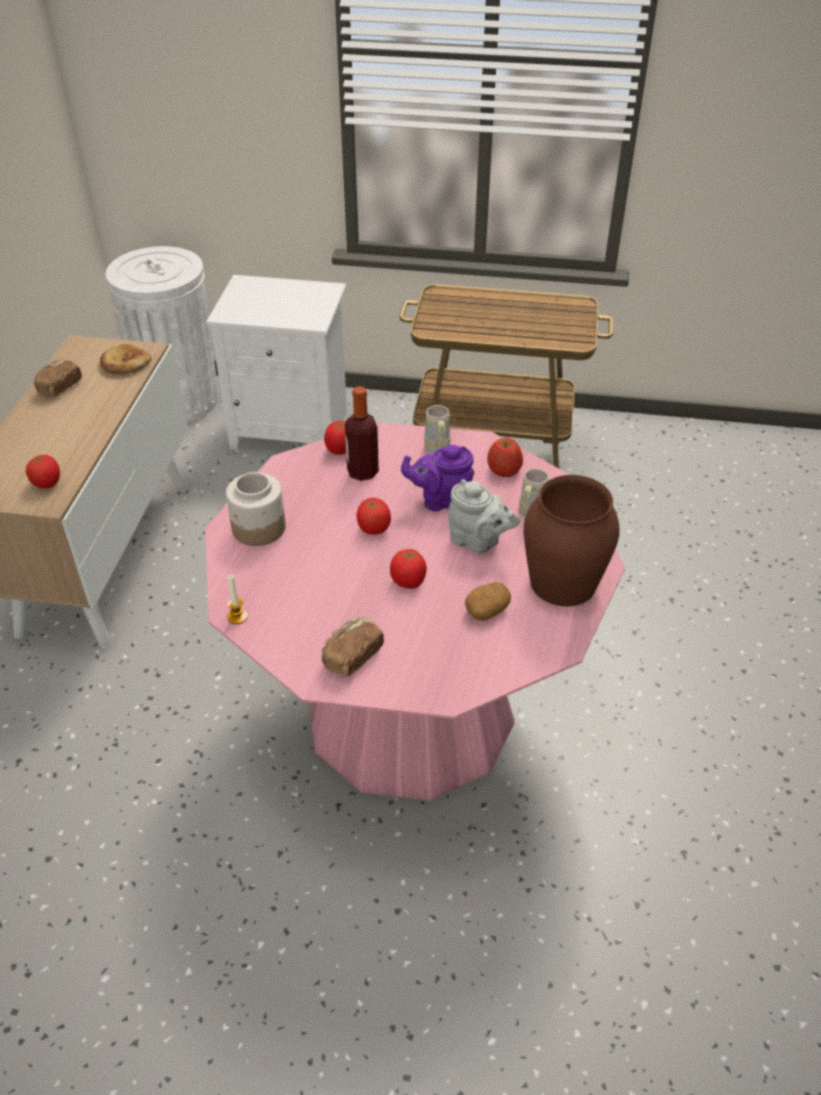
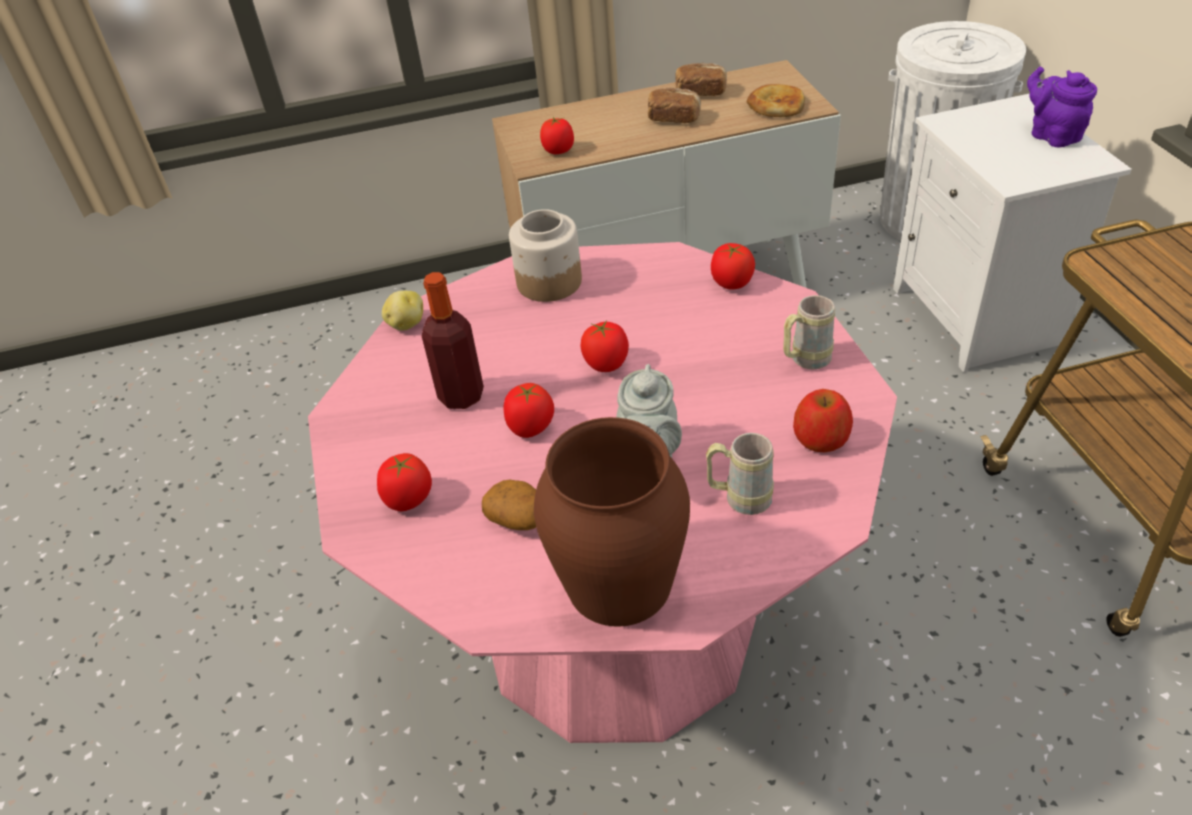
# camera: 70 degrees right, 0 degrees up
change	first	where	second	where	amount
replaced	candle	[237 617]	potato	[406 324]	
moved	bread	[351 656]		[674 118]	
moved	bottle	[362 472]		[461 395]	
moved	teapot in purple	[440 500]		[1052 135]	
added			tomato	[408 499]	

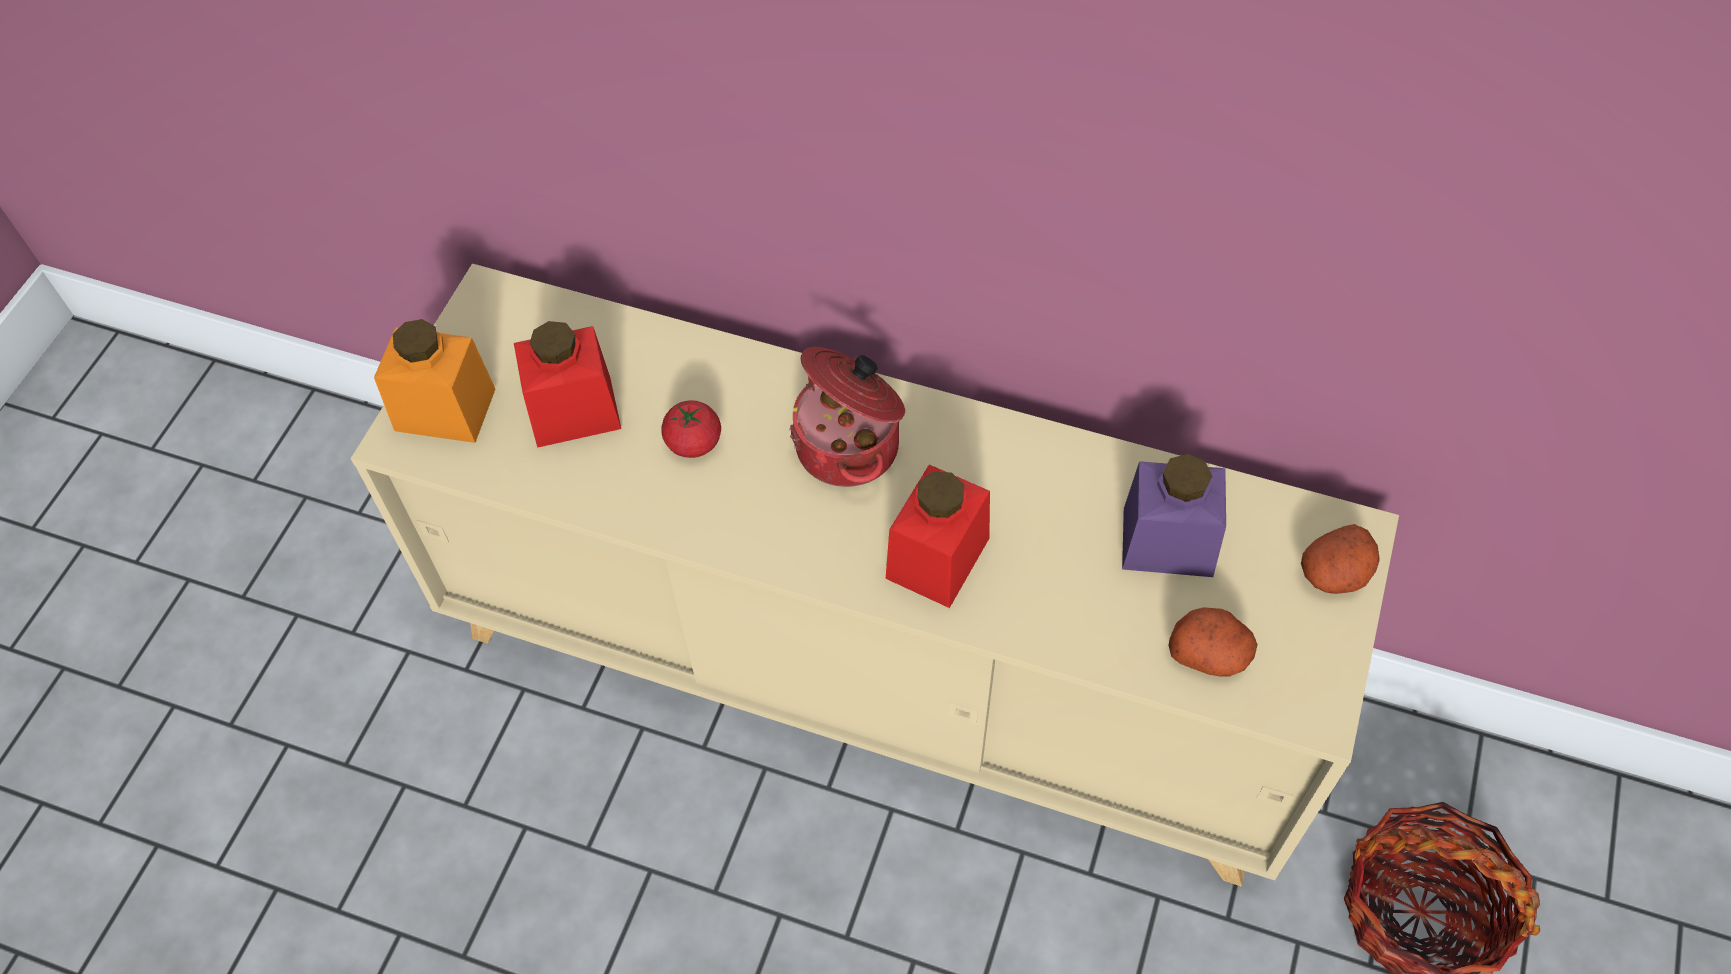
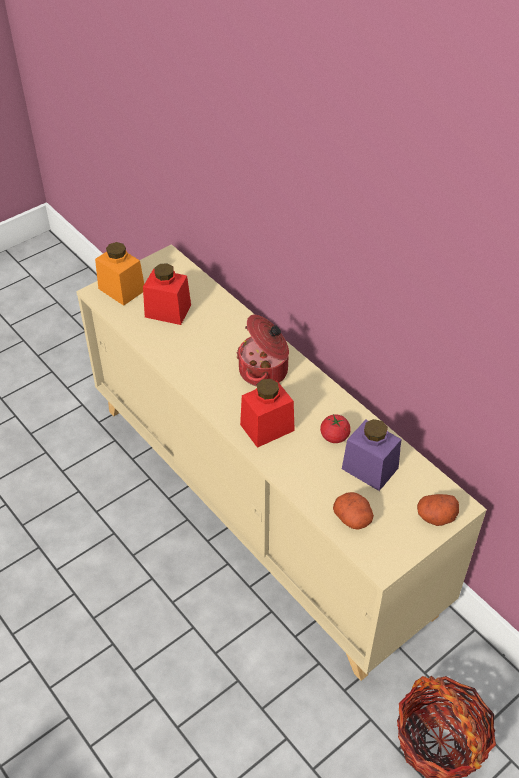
# camera: 30 degrees right, 10 degrees down
change	first	where	second	where	amount
moved	tomato	[694 443]		[334 436]	

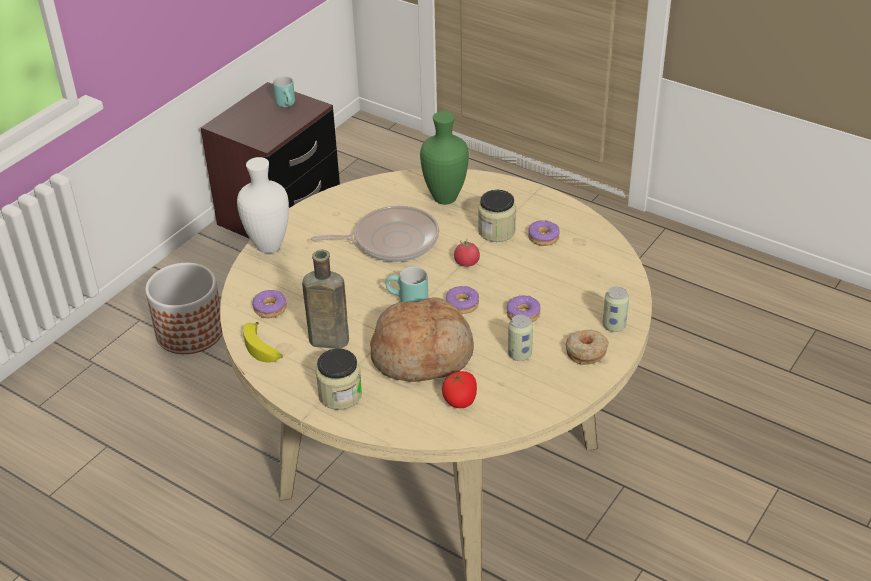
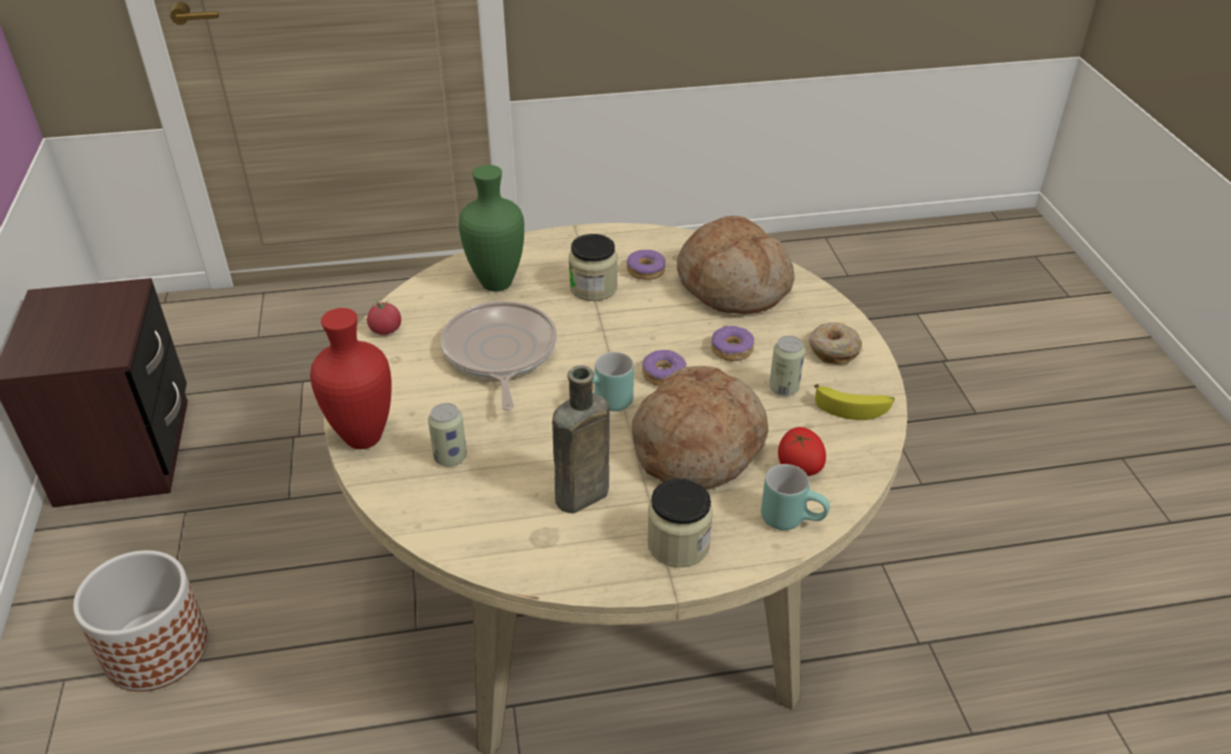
# camera: 45 degrees left, 0 degrees up
change	first	where	second	where	amount
recoloured	vase in white	[268 246]	vase in red	[361 437]	
moved	banana	[263 349]		[853 407]	
removed	donut	[270 309]			
moved	mug in turquoise	[288 105]		[792 518]	
turned	frying pan	[391 241]		[499 354]	45 degrees counterclockwise
moved	tomato	[466 263]		[386 330]	
moved	can	[614 326]		[450 457]	
added			bread	[733 285]	

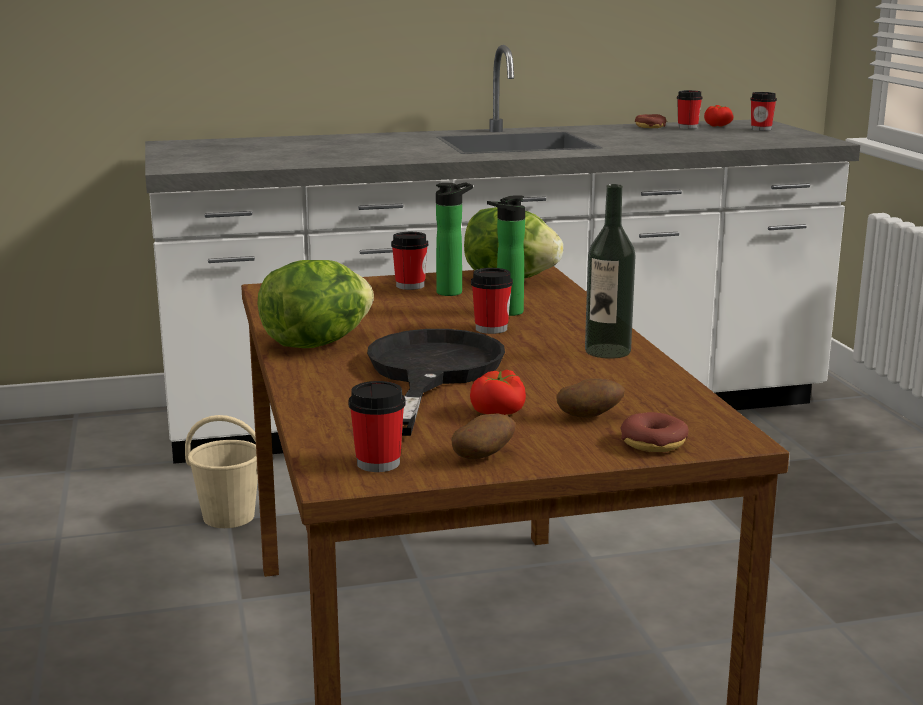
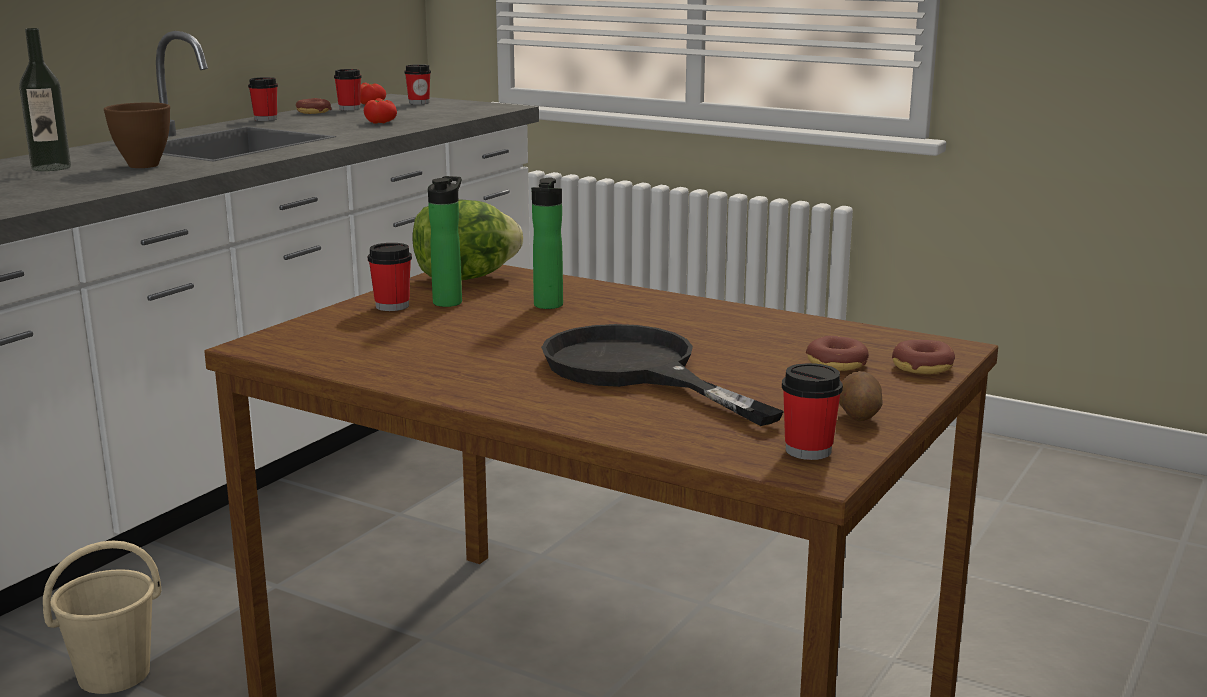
# camera: 45 degrees left, 0 degrees up
change	first	where	second	where	amount
removed	lettuce	[316 343]			
moved	tomato	[499 412]		[381 122]	
moved	cup	[491 328]		[266 119]	
replaced	potato	[589 417]	donut	[836 364]	
moved	bottle	[607 351]		[51 168]	
added			bowl in brown	[142 165]	

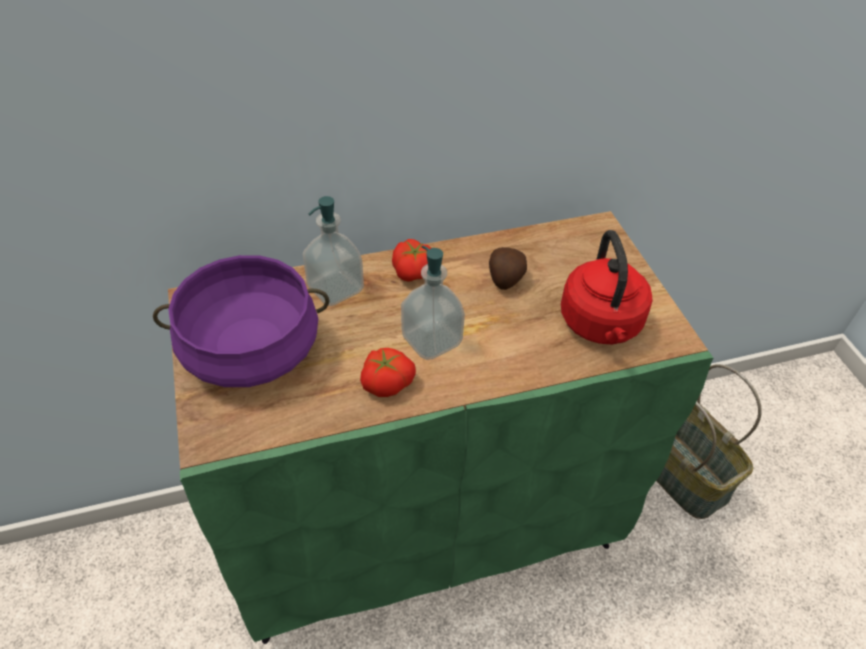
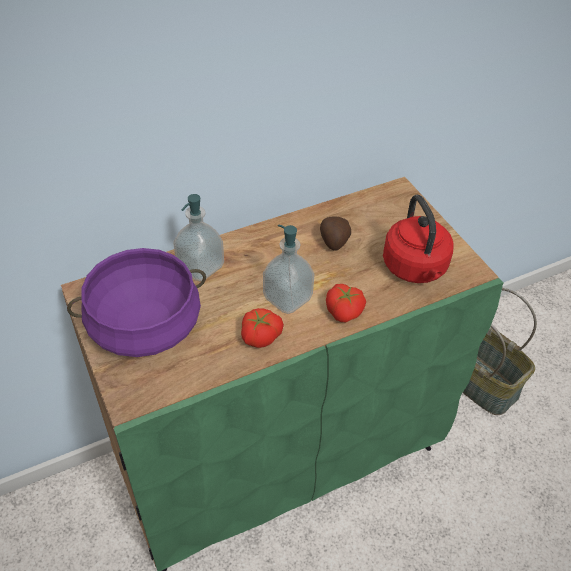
# camera: 10 degrees left, 0 degrees up
change	first	where	second	where	amount
moved	tomato	[414 271]		[345 311]	

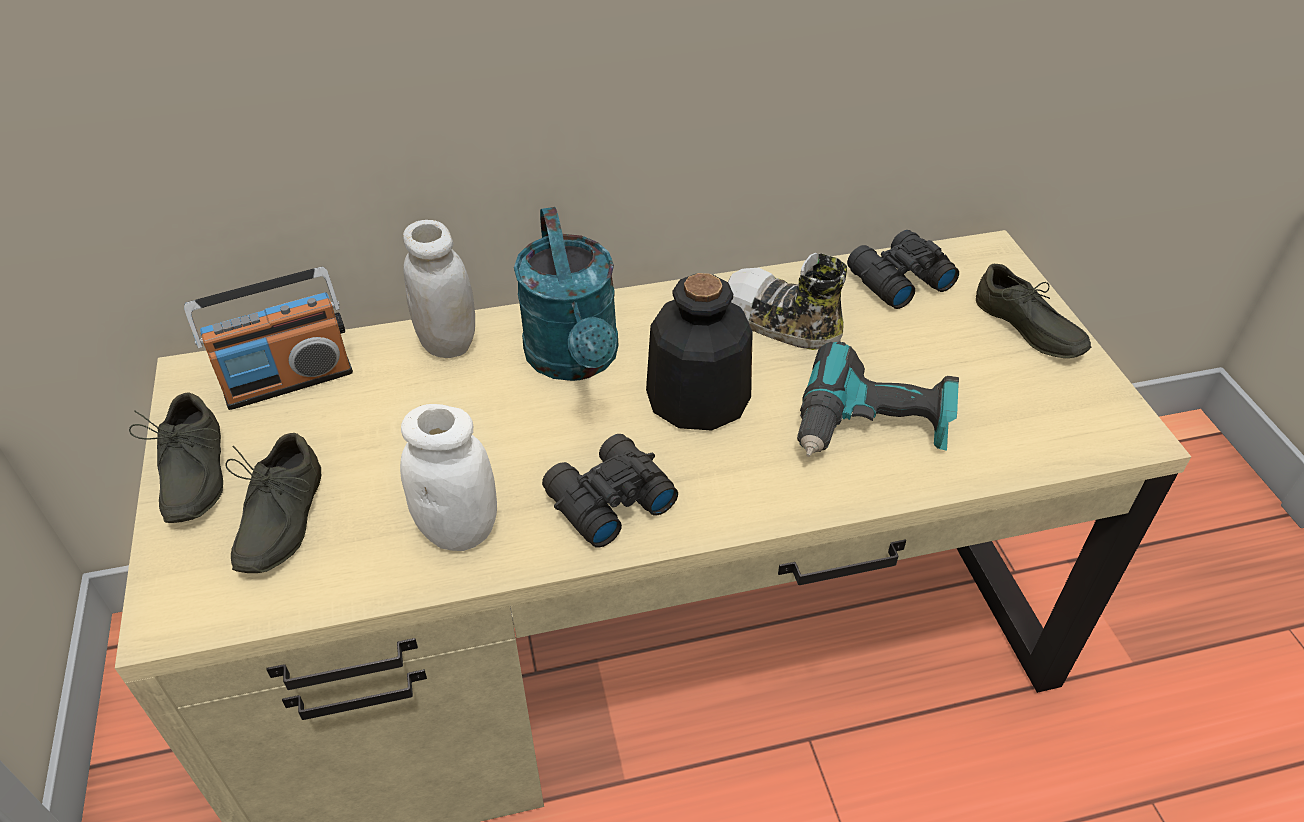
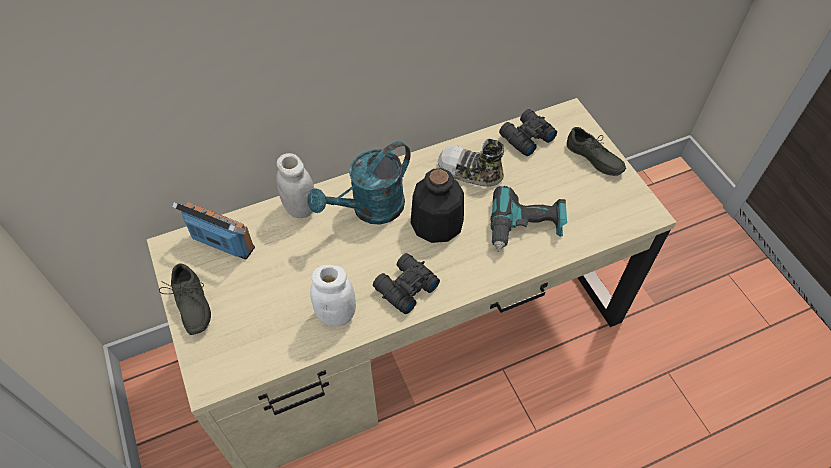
# camera: 10 degrees left, 10 degrees up
change	first	where	second	where	amount
turned	radio	[288 380]		[222 243]	120 degrees counterclockwise
removed	shoe in grey	[276 519]			
turned	watering can in turquoise	[576 361]		[370 210]	75 degrees clockwise

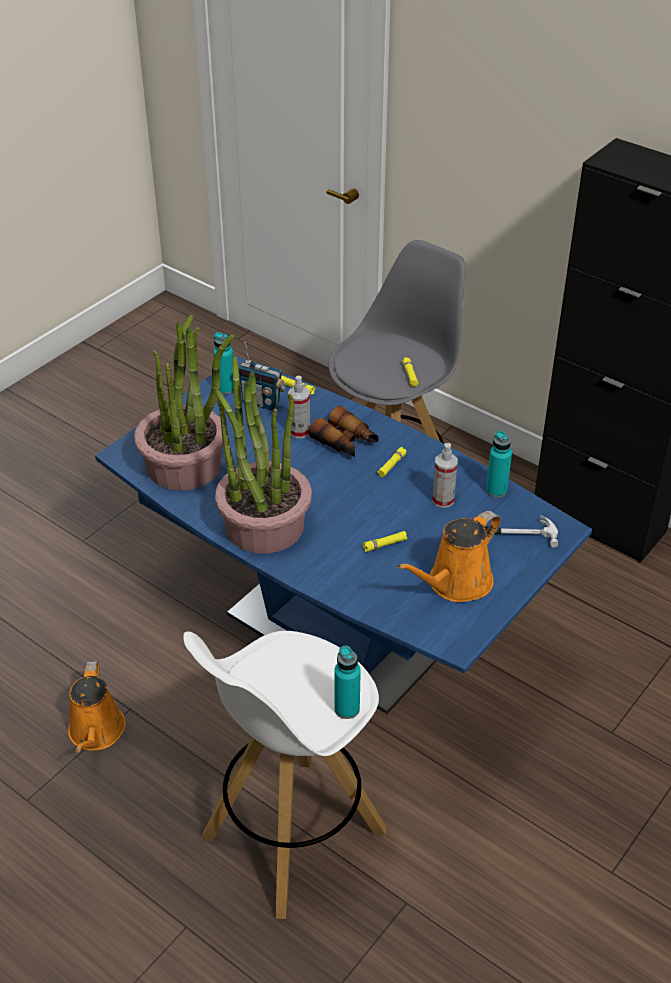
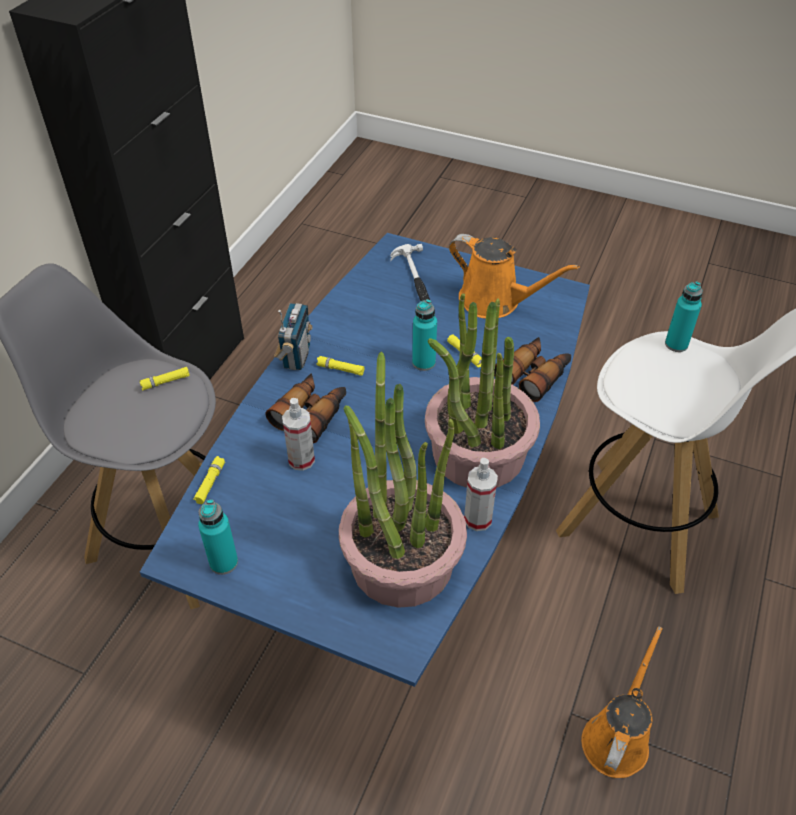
# camera: 105 degrees left, 5 degrees up
change	first	where	second	where	amount
turned	watering can in orange	[96 733]		[617 737]	45 degrees counterclockwise
moved	radio	[261 402]		[296 356]	
moved	spray bottle	[443 500]		[478 519]	
moved	bottle in turquoise	[496 490]		[423 362]	
added			binoculars	[534 374]	

